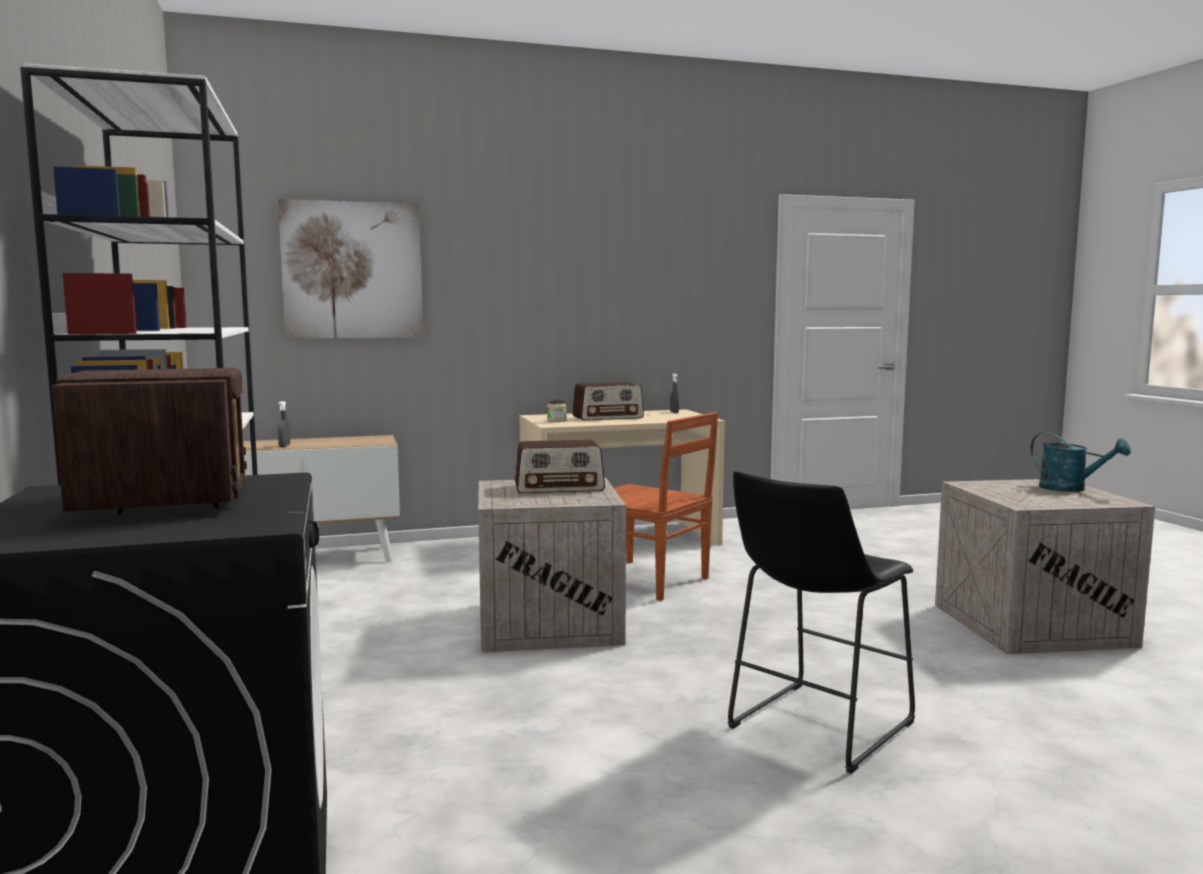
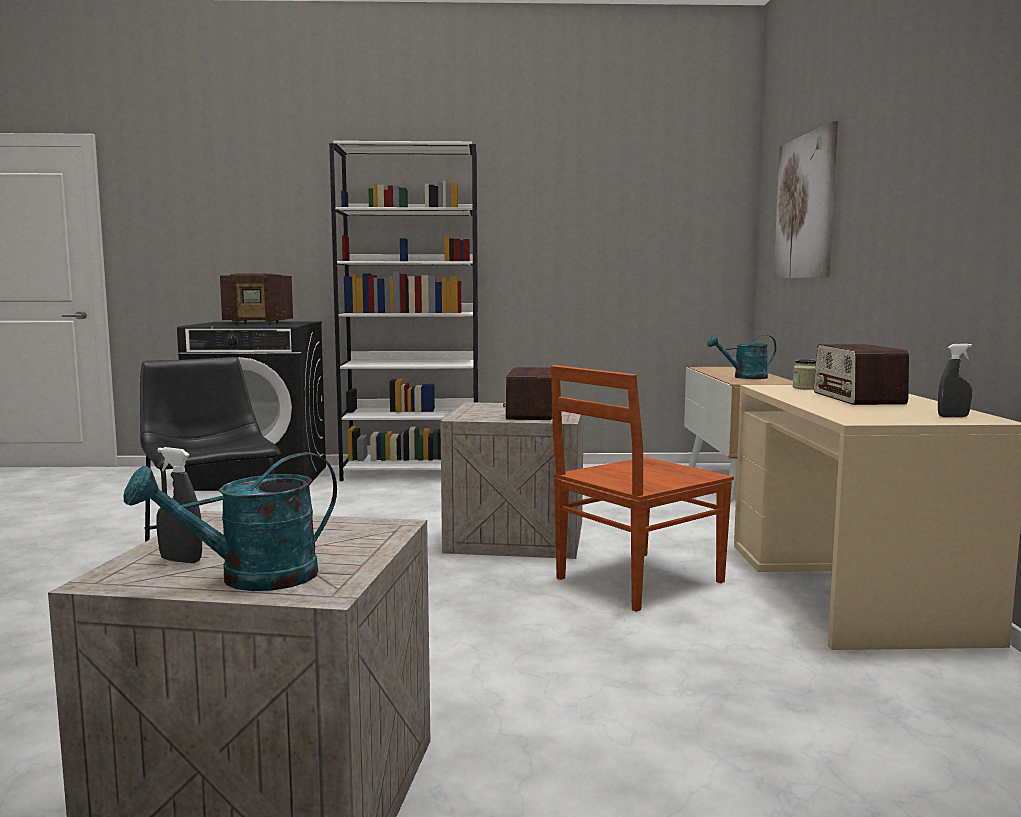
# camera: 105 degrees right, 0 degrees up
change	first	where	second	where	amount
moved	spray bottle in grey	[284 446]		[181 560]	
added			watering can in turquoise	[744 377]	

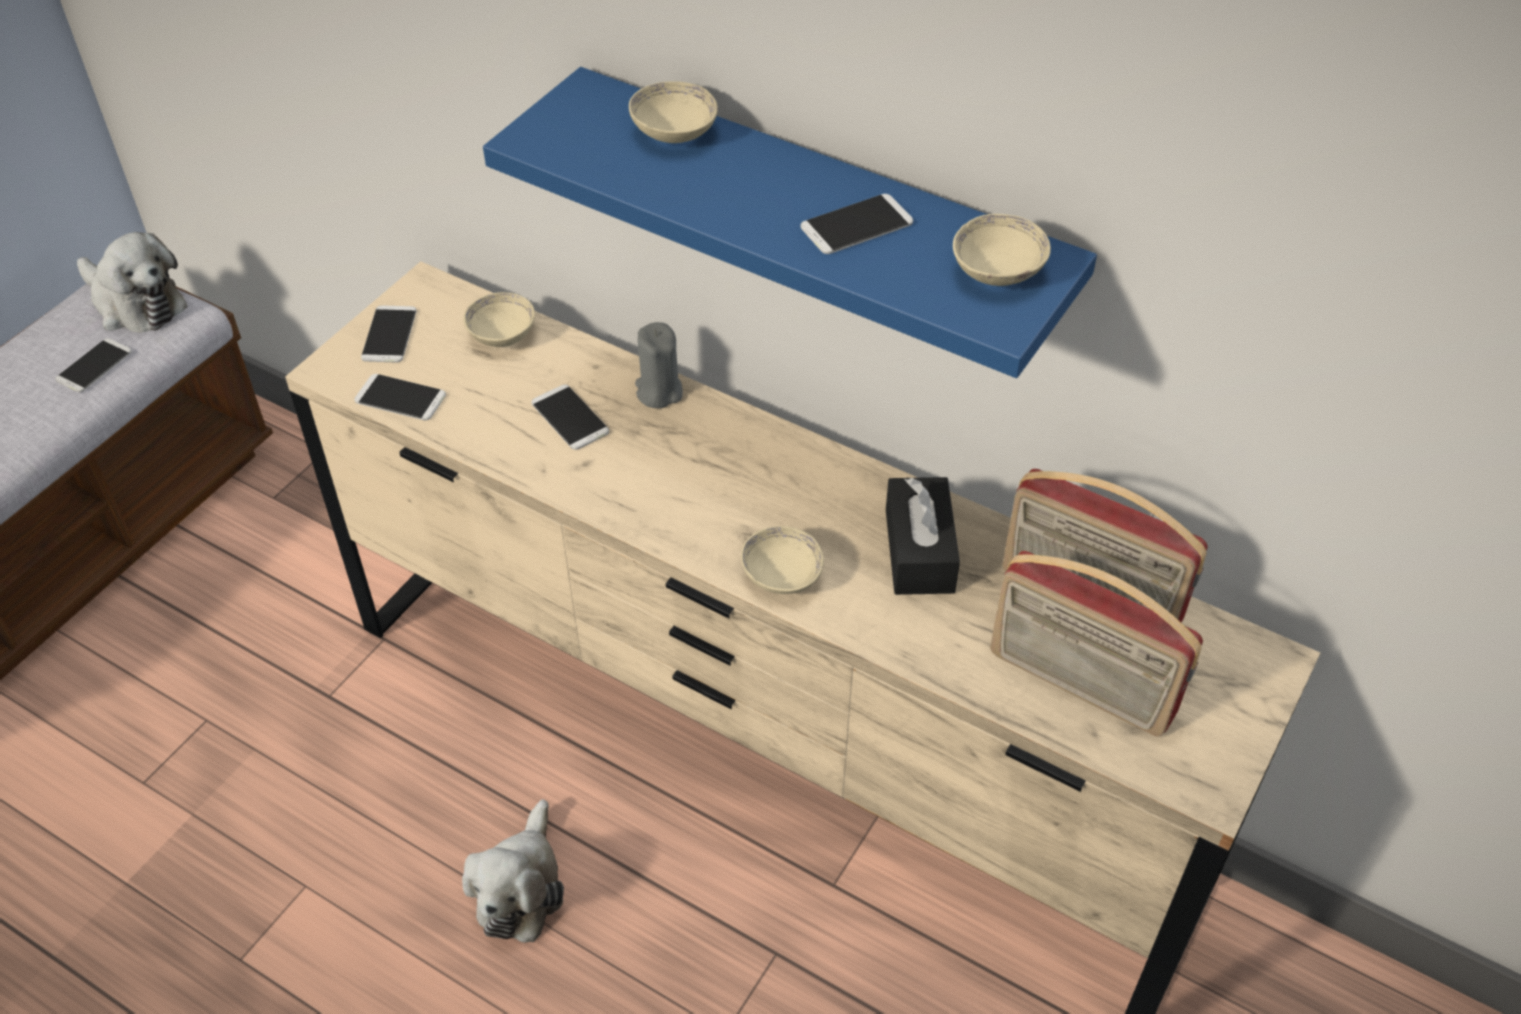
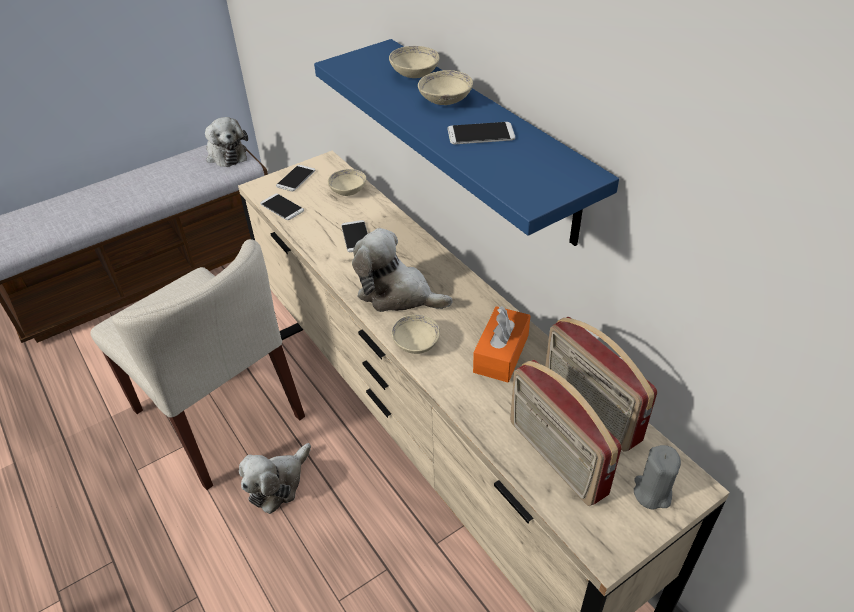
# camera: 25 degrees right, 5 degrees down
change	first	where	second	where	amount
removed	phone	[94 366]			
moved	candle in grey	[659 391]		[652 492]	
recoloured	tissue box in black	[919 551]	tissue box in orange	[501 353]	
moved	bowl in beige	[997 271]		[445 100]	
added			chair in beige	[219 414]	
added			plush toy	[397 294]	

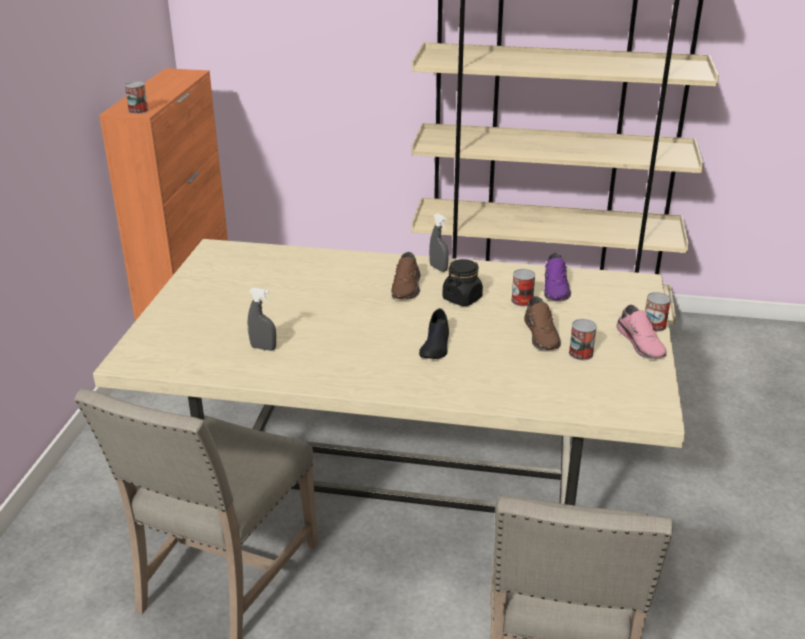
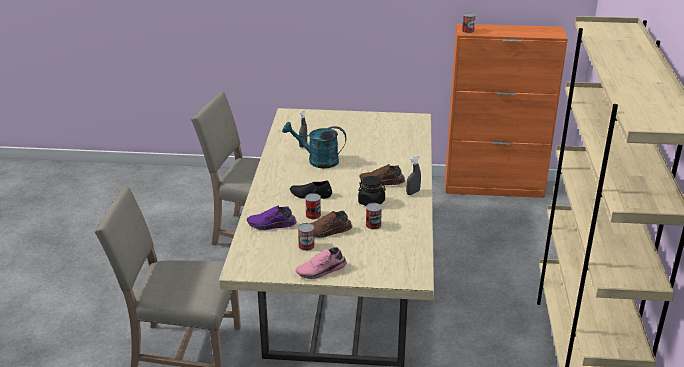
# camera: 85 degrees right, 0 degrees up
change	first	where	second	where	amount
moved	shoe in purple	[556 289]		[271 225]	
moved	can	[654 325]		[313 215]	
added			watering can in turquoise	[317 161]	

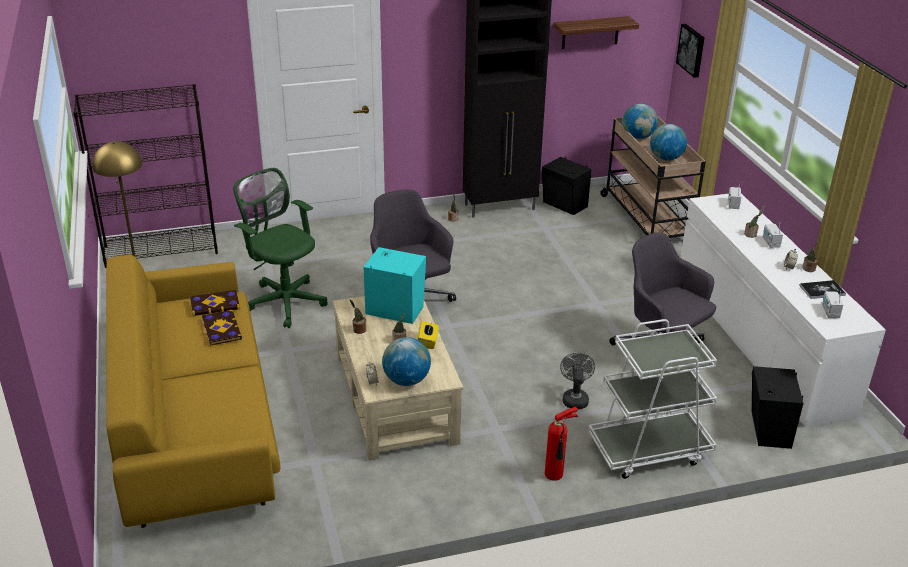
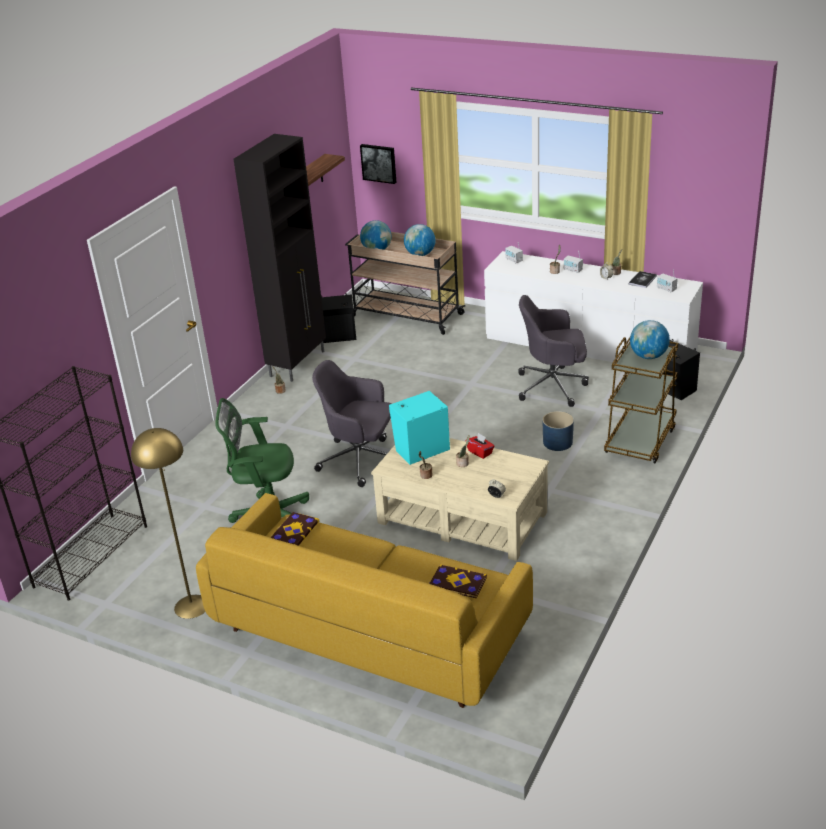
# camera: 45 degrees left, 0 degrees up
change	first	where	second	where	amount
moved	book	[221 329]		[457 583]	
moved	globe	[406 380]		[648 356]	
recoloured	tissue box in yellow	[428 342]	tissue box in red	[480 452]	
removed	fire extinguisher	[556 475]			
replaced	fan in grey	[575 398]	planter in blue	[557 443]	
recoloured	cart in white	[649 450]	cart in brown	[640 440]	

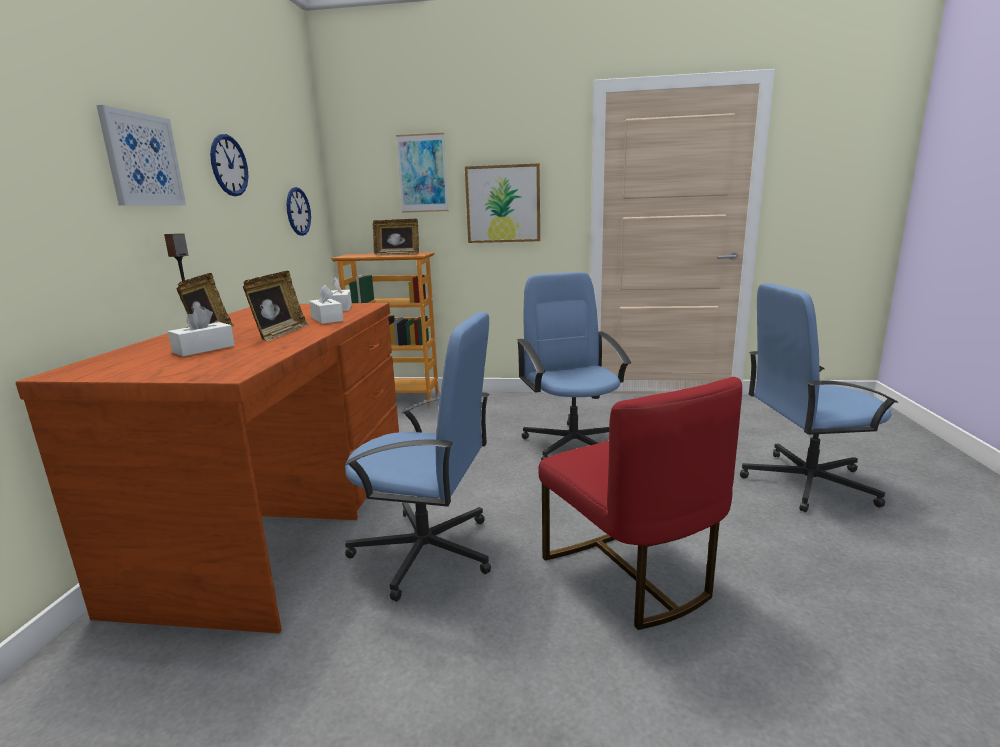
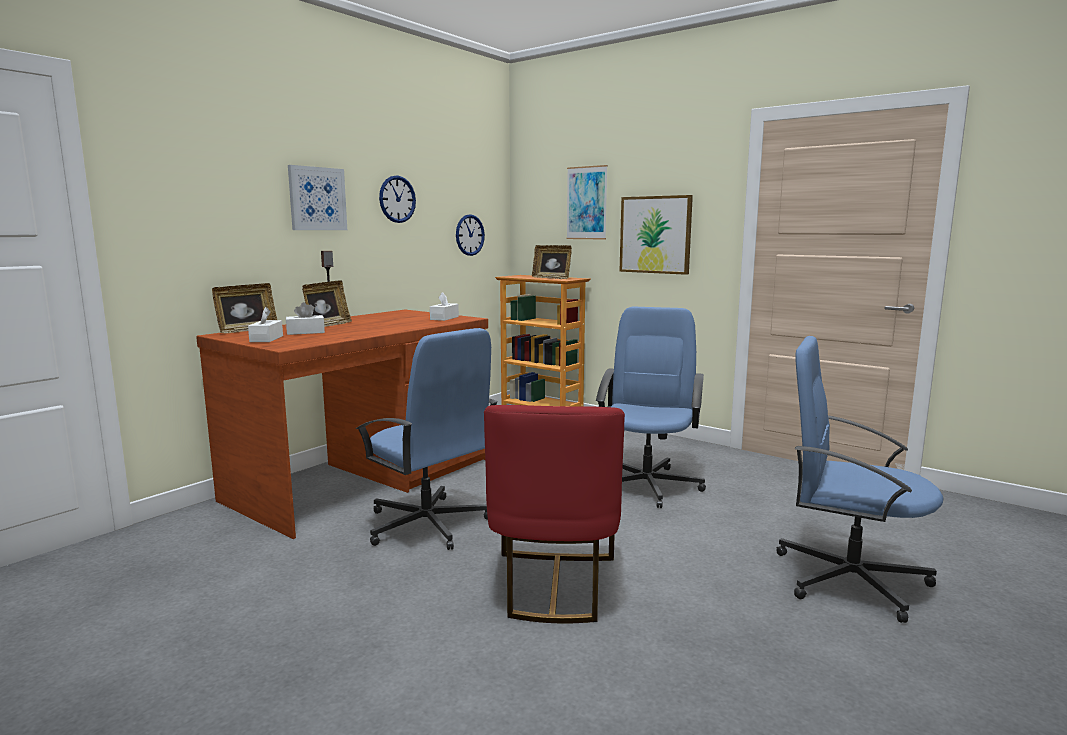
# camera: 30 degrees right, 5 degrees down
change	first	where	second	where	amount
moved	picture frame	[279 334]		[247 330]	
moved	tissue box in white	[327 319]		[266 339]	

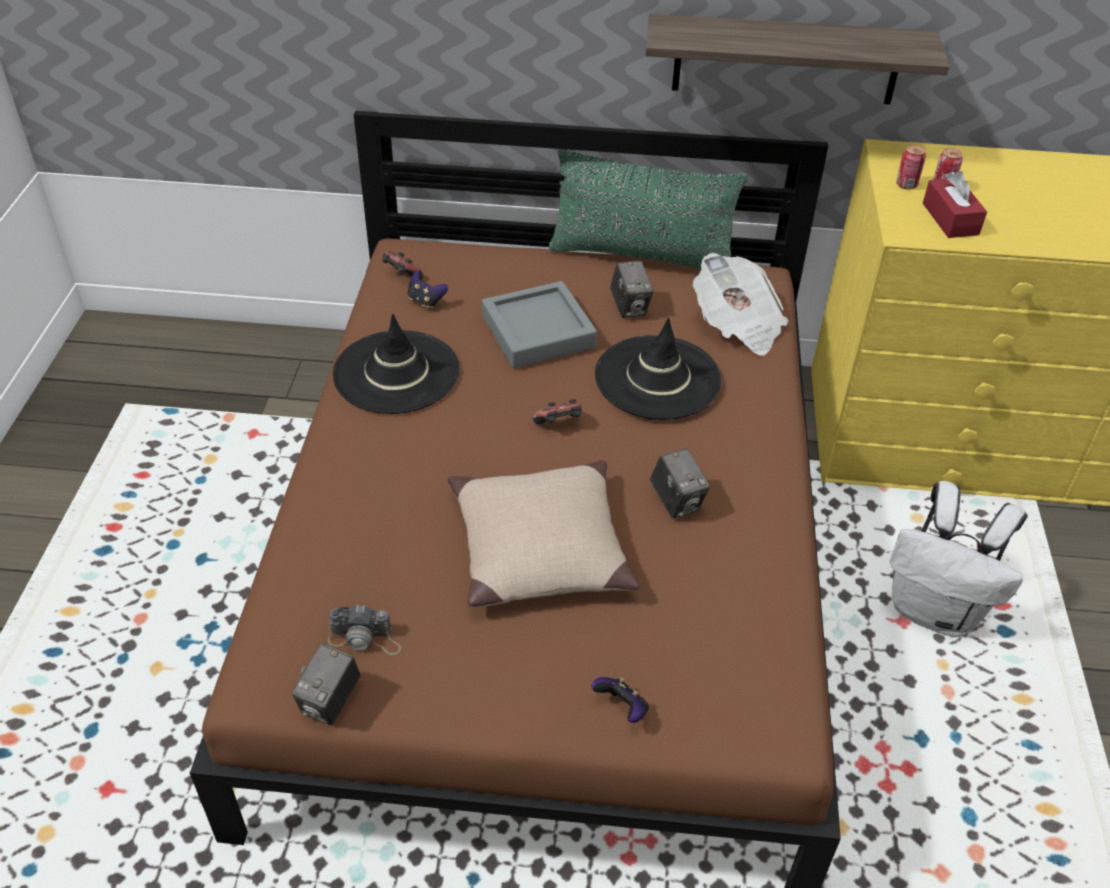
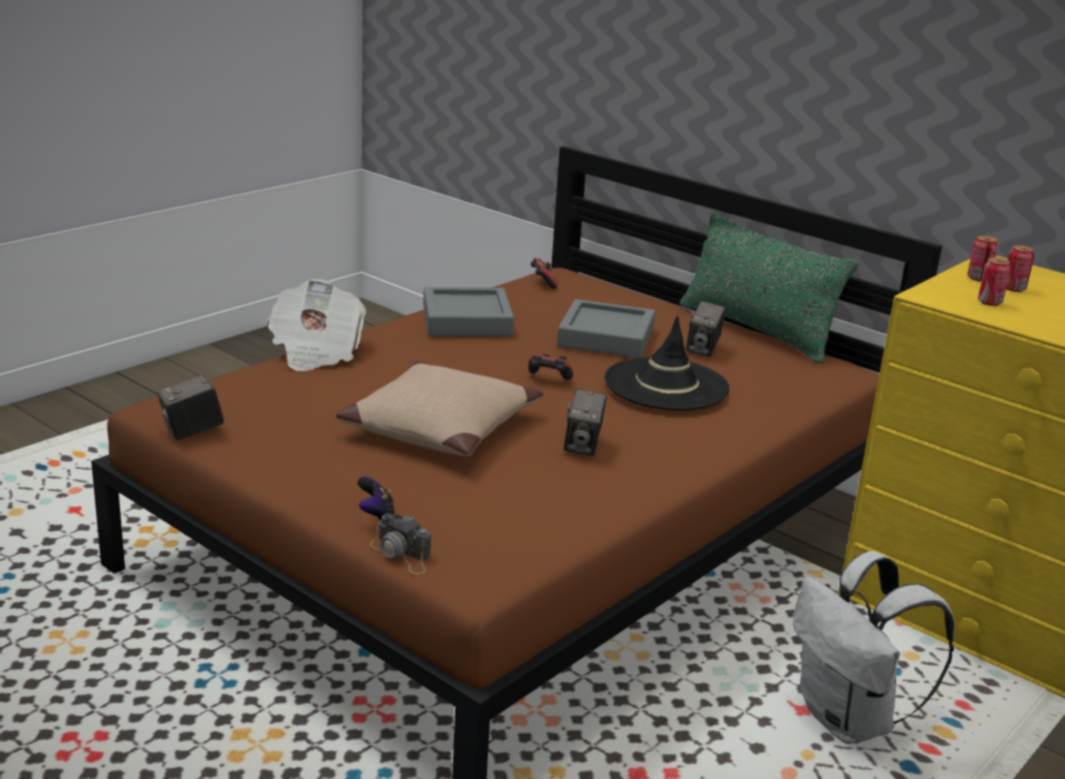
# camera: 35 degrees right, 20 degrees down
change	first	where	second	where	amount
moved	photo camera	[365 638]		[402 554]	
replaced	hat in black	[396 372]	tray in grey	[467 320]	
removed	game controller	[426 301]			
removed	shelf	[786 59]			
moved	newspaper	[737 325]		[315 351]	
replaced	tissue box in red	[950 219]	can	[989 302]	

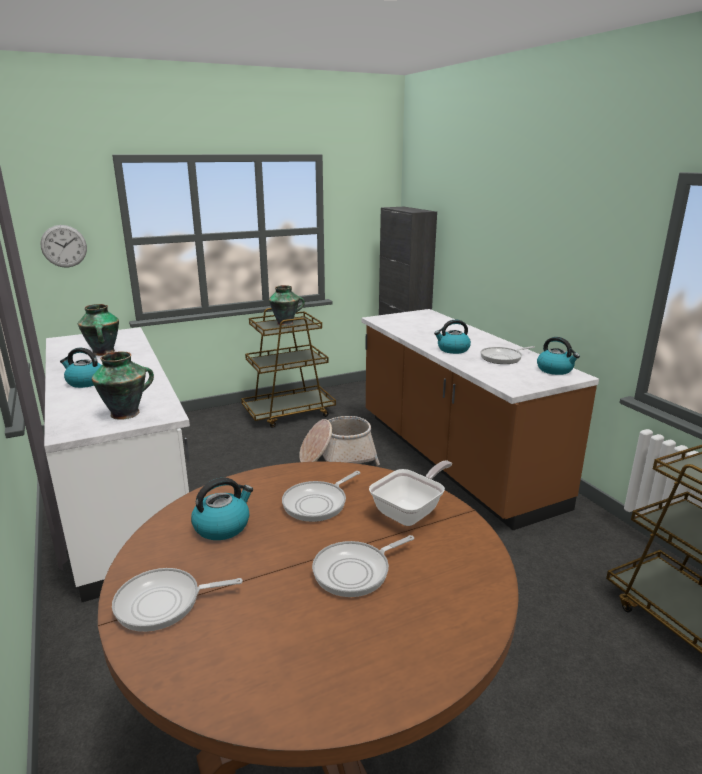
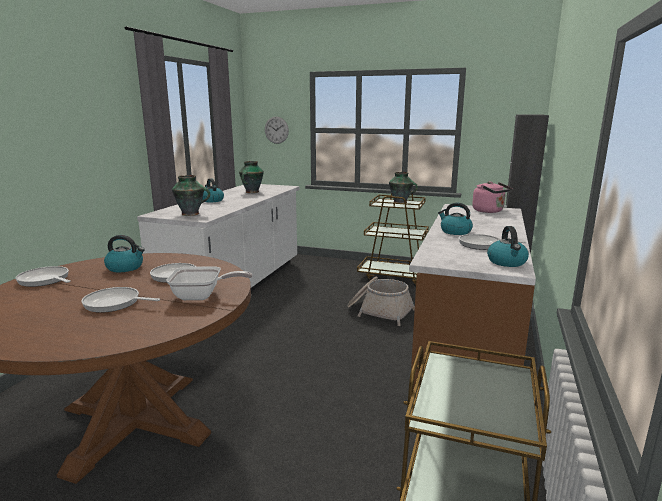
# camera: 45 degrees right, 5 degrees down
change	first	where	second	where	amount
added			kettle in pink	[489 211]	

